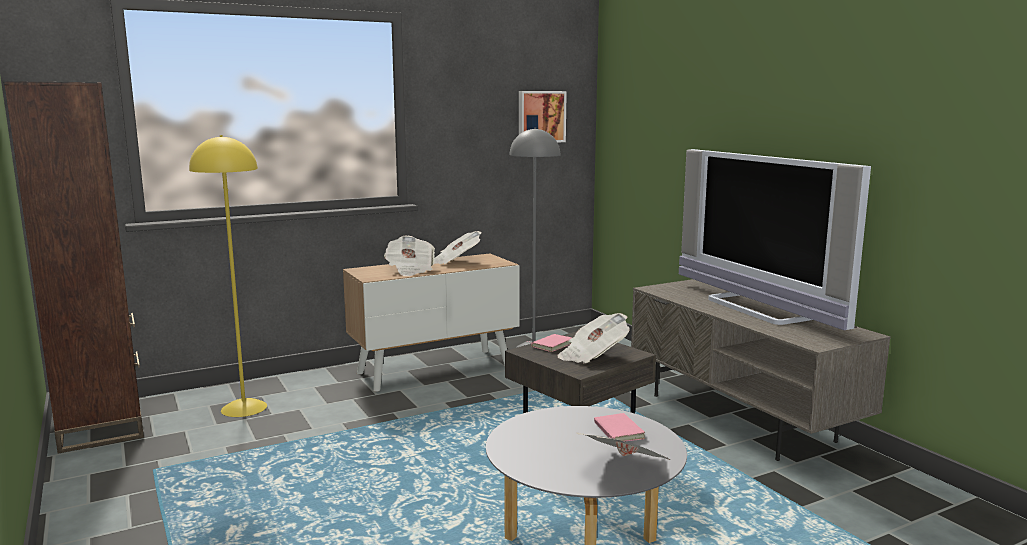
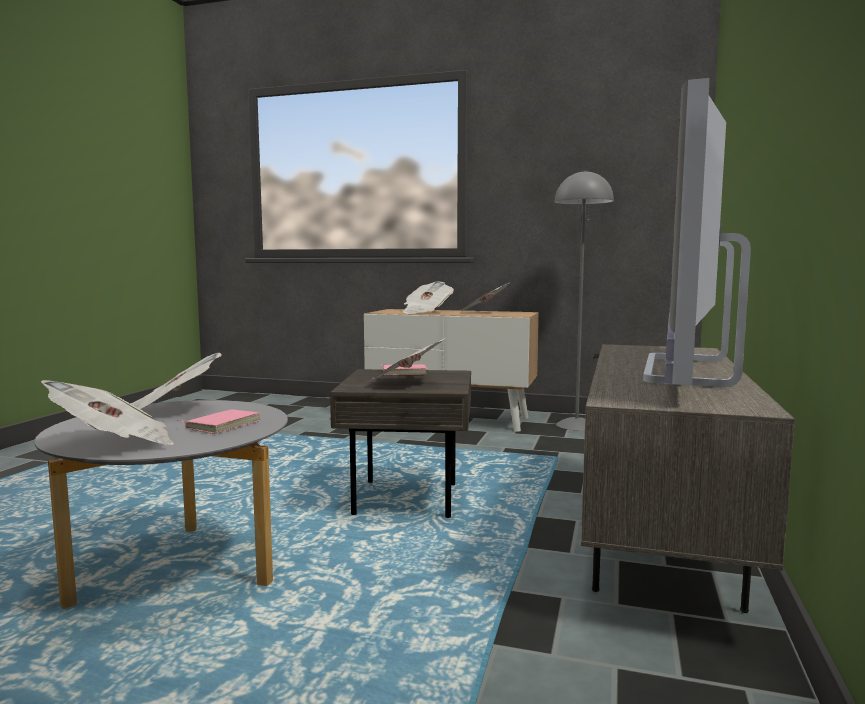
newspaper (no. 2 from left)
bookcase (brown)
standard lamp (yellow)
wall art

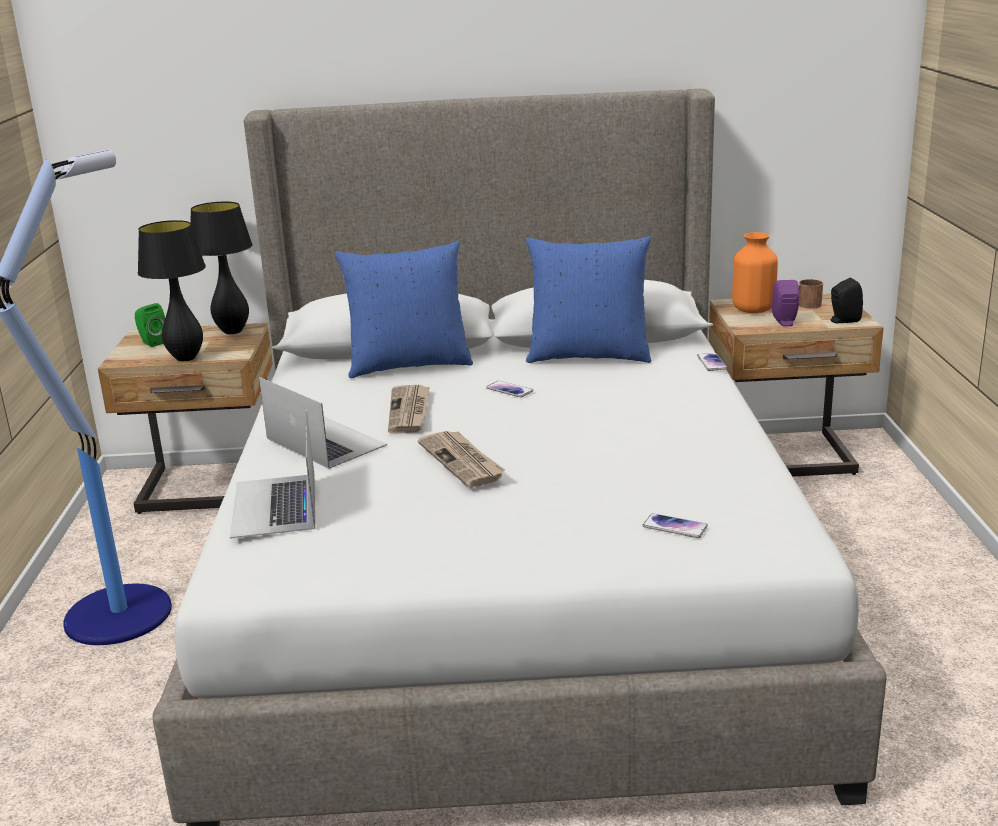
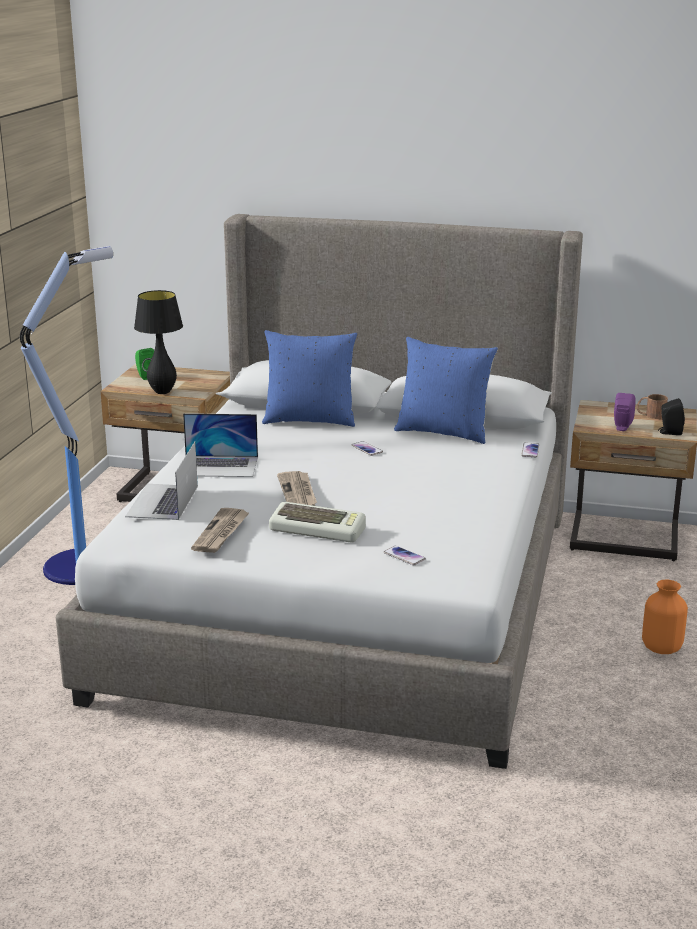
portable computer (no. 2 from left)
newspaper (no. 1 from left)
computer keyboard
decorative vase (orange-coloured)
lamp for a table (black) (no. 2 from left in the first image)

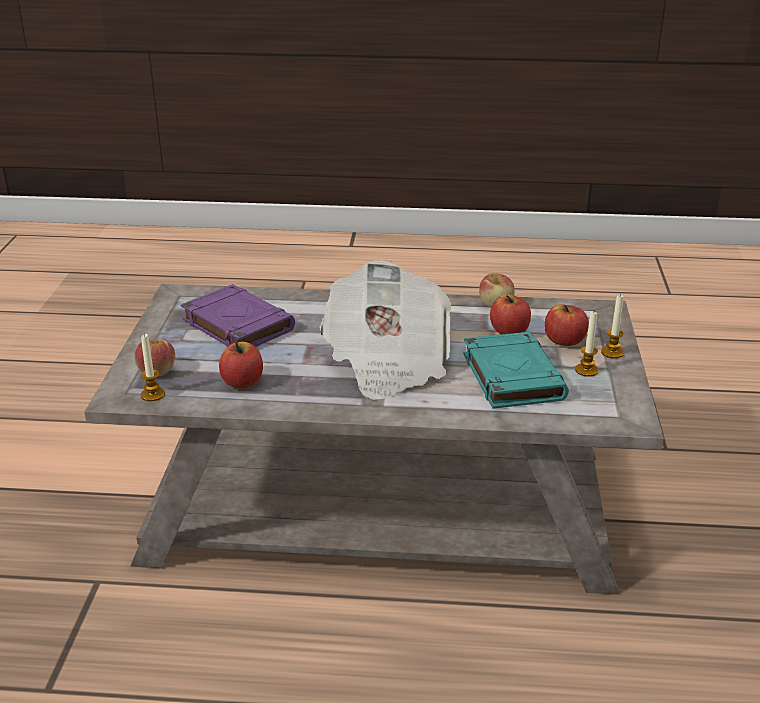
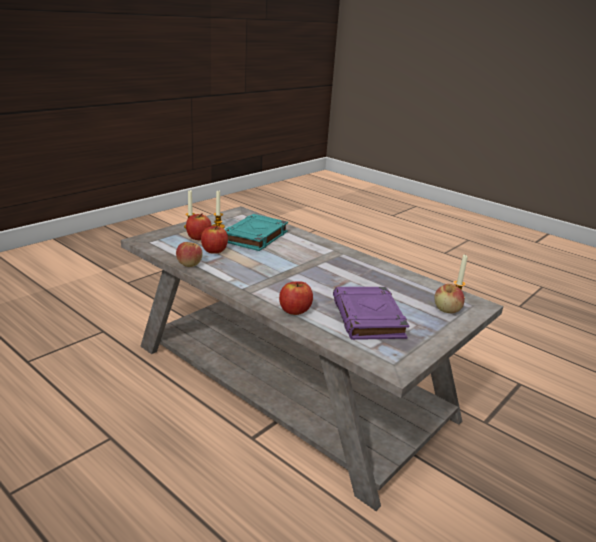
apple (no. 4 from left)
newspaper

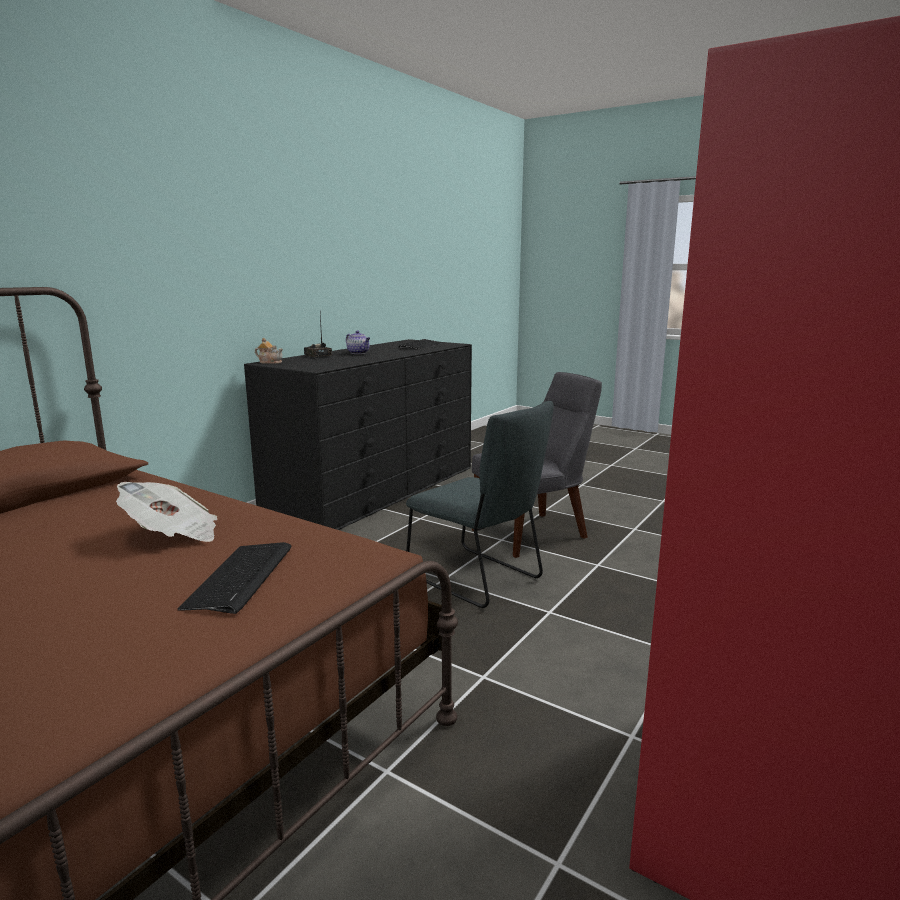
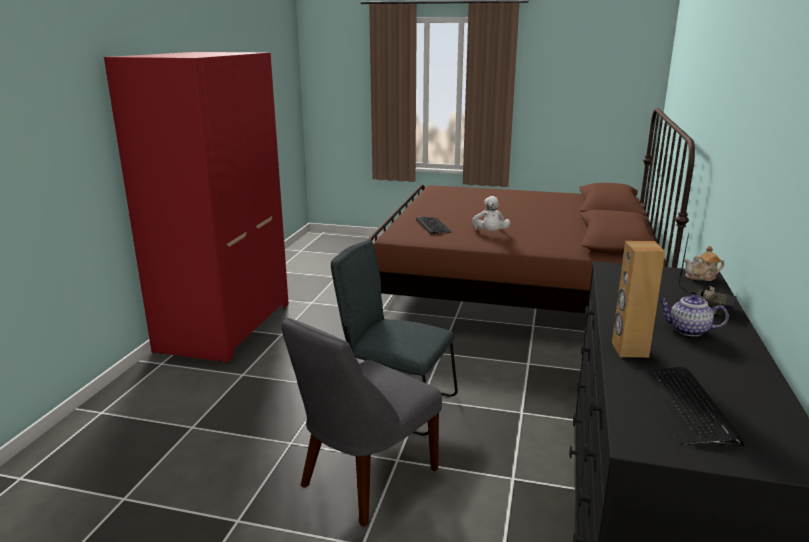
plush toy (white)
speaker (brown)

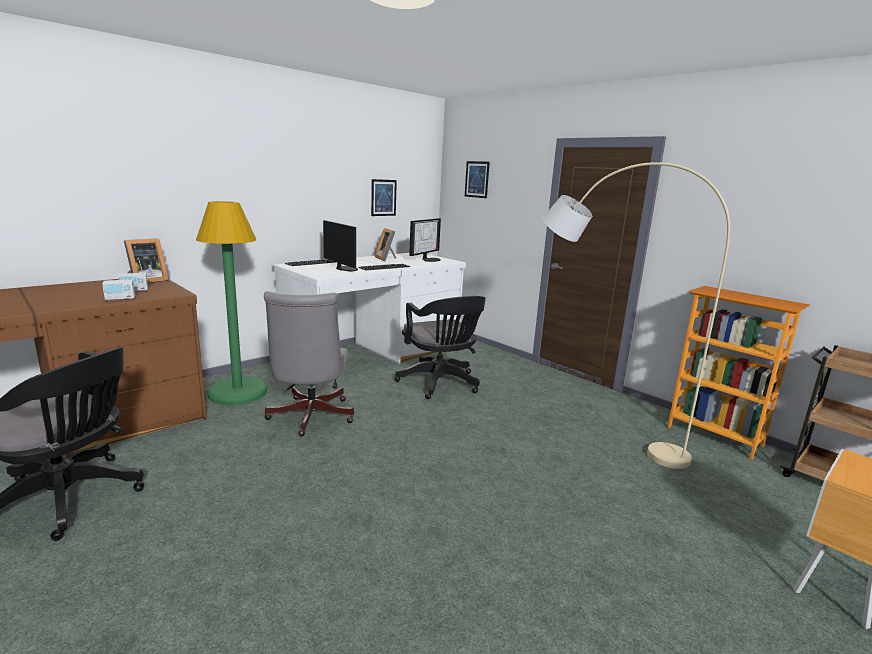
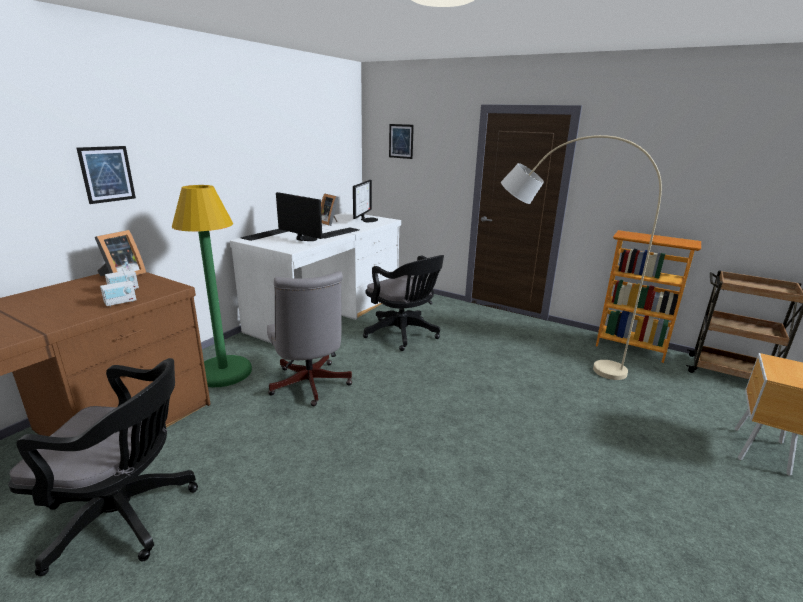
wall art (no. 1 from left)

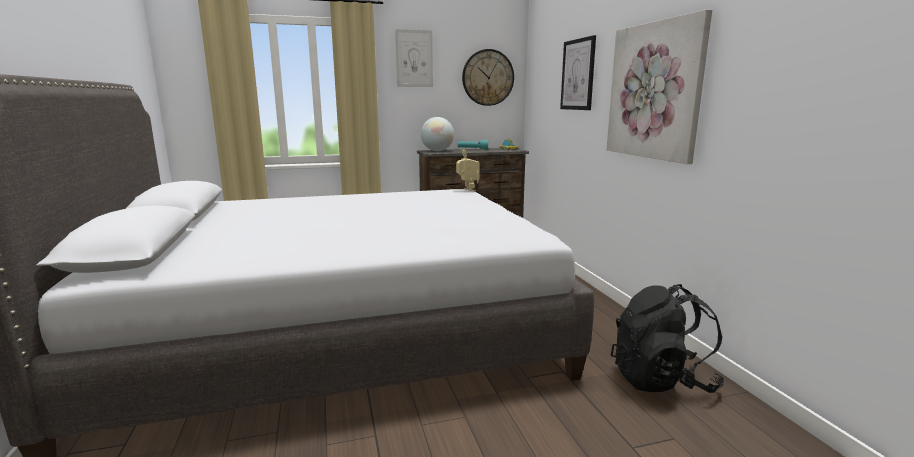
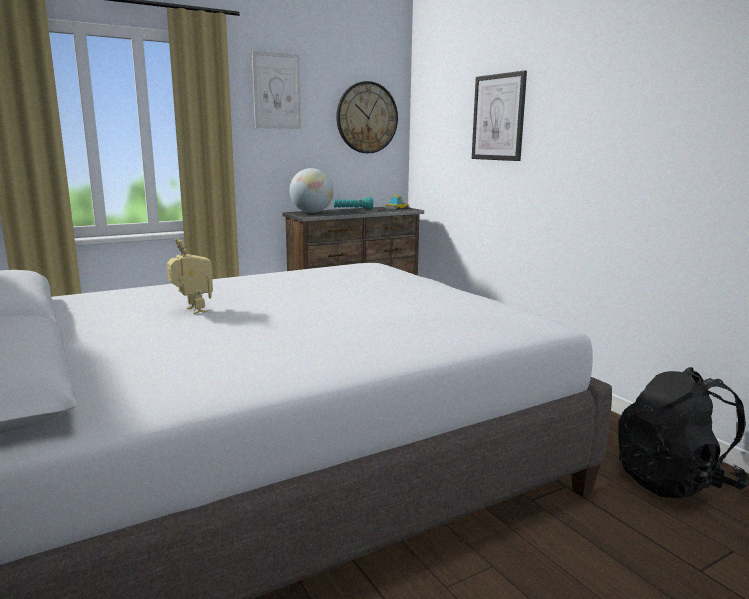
toy robot
wall art (no. 3 from left in the first image)

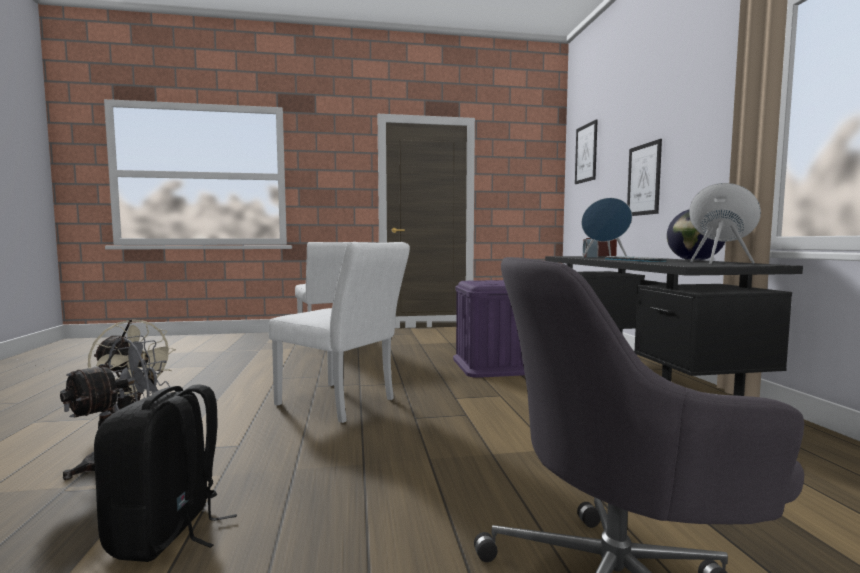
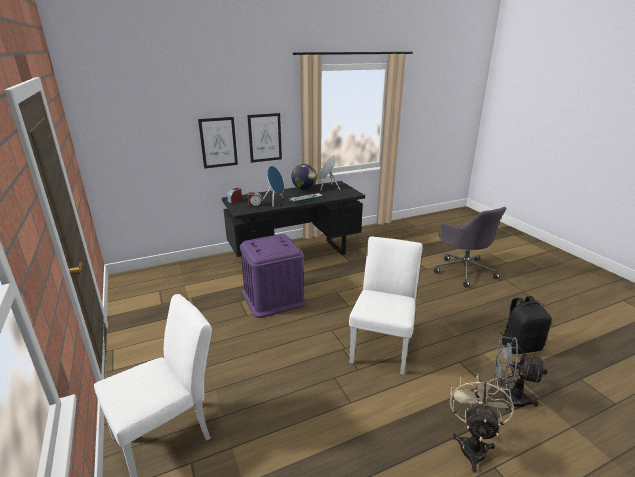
wall art (no. 2 from left)

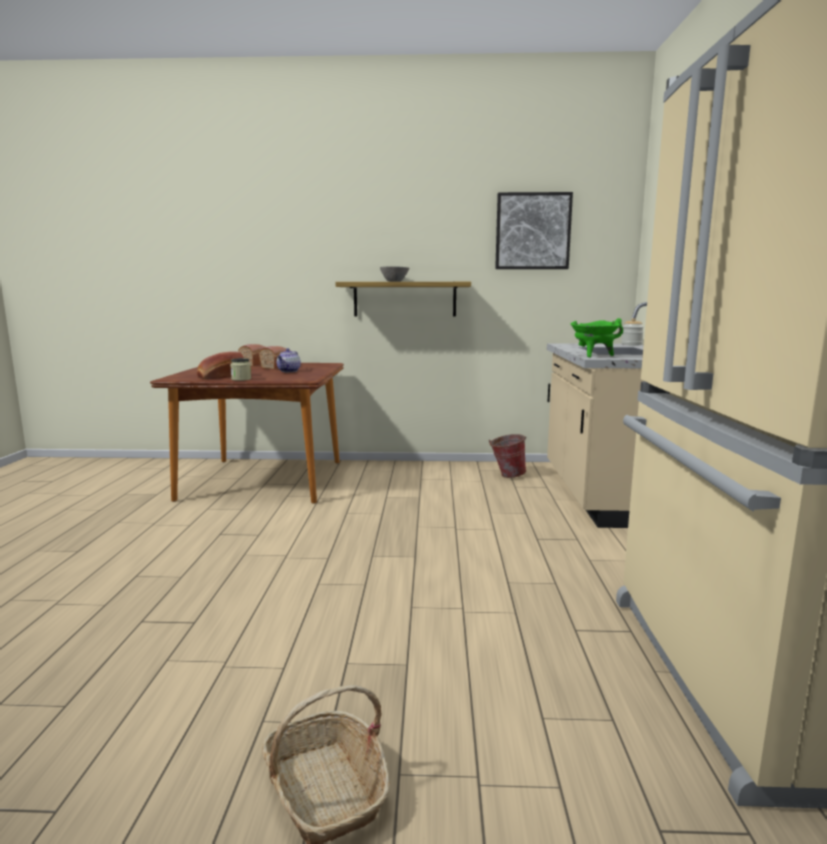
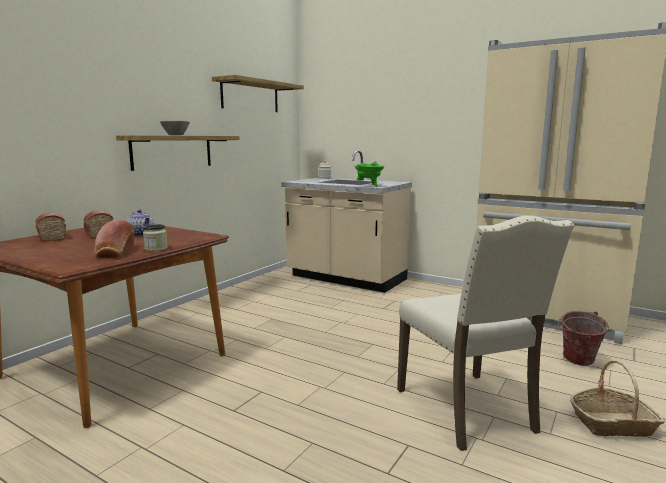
shelf (no. 2 from left)
chair (sand-coloured)
pail

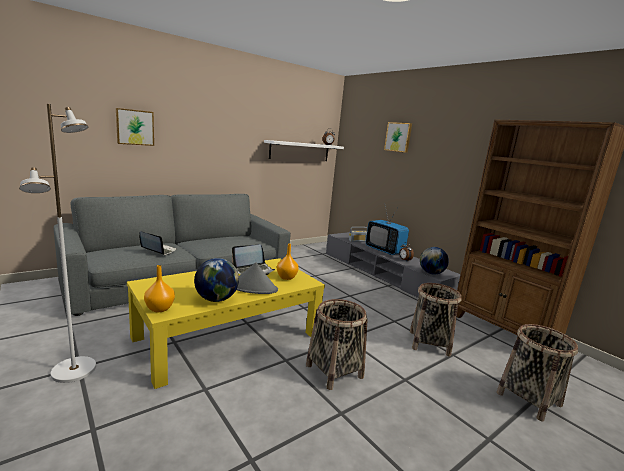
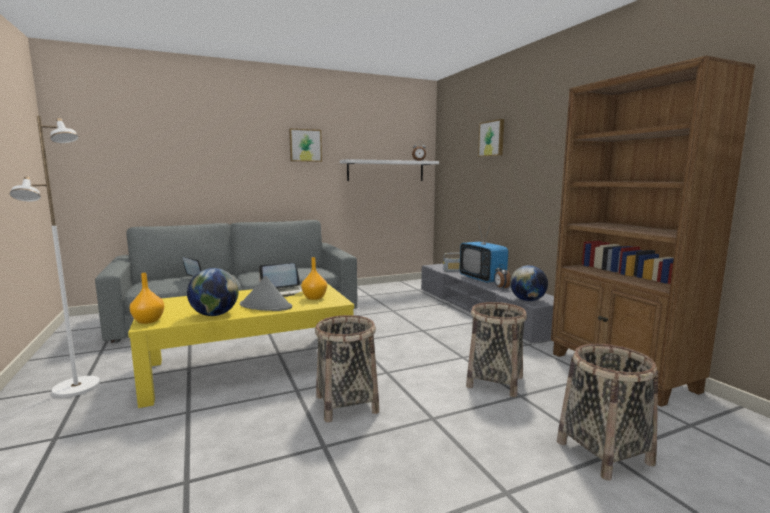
wall art (no. 1 from left)

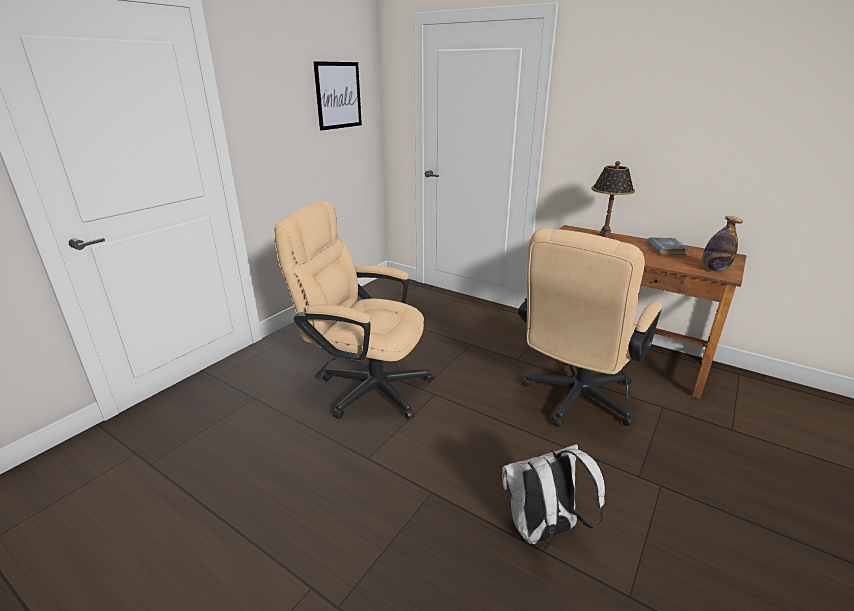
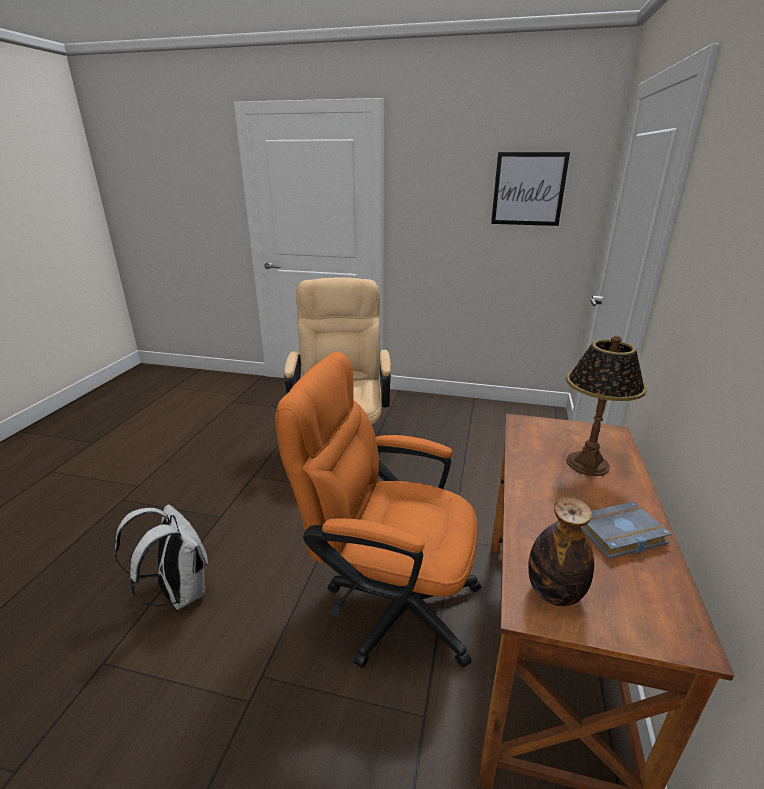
computer chair (orange-coloured)

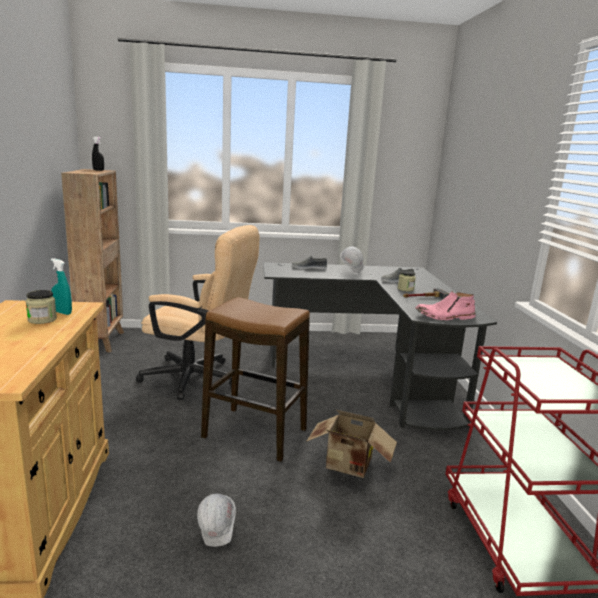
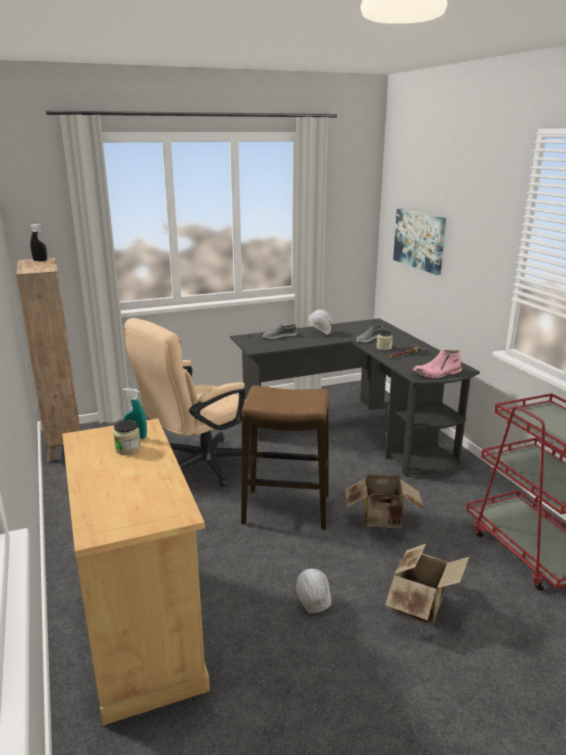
computer chair (sand-coloured)
cardboard box (no. 2 from left)
wall art

